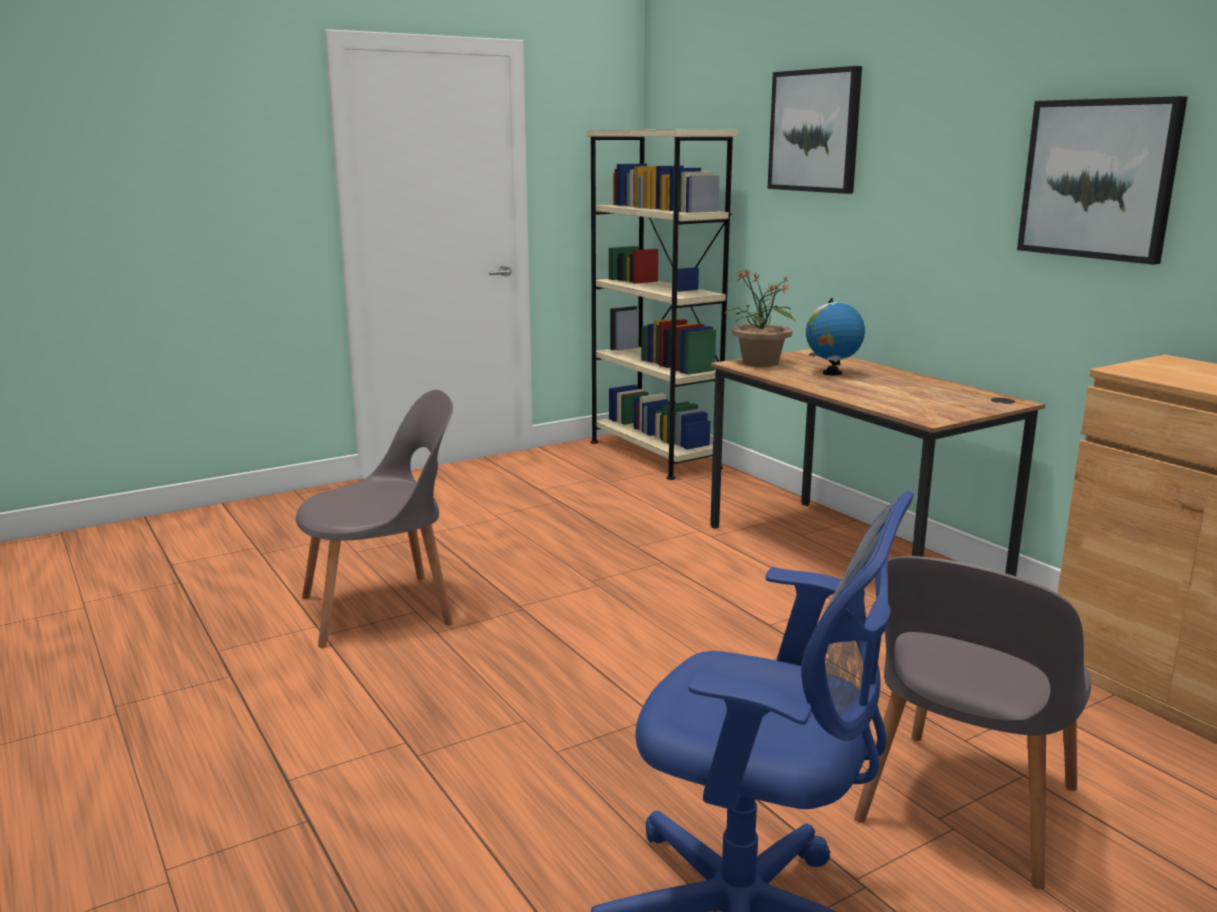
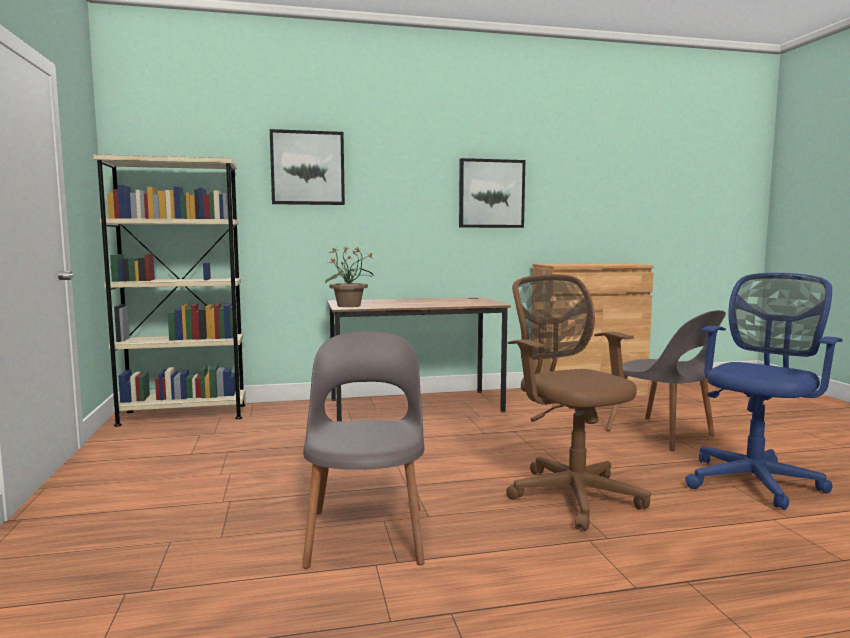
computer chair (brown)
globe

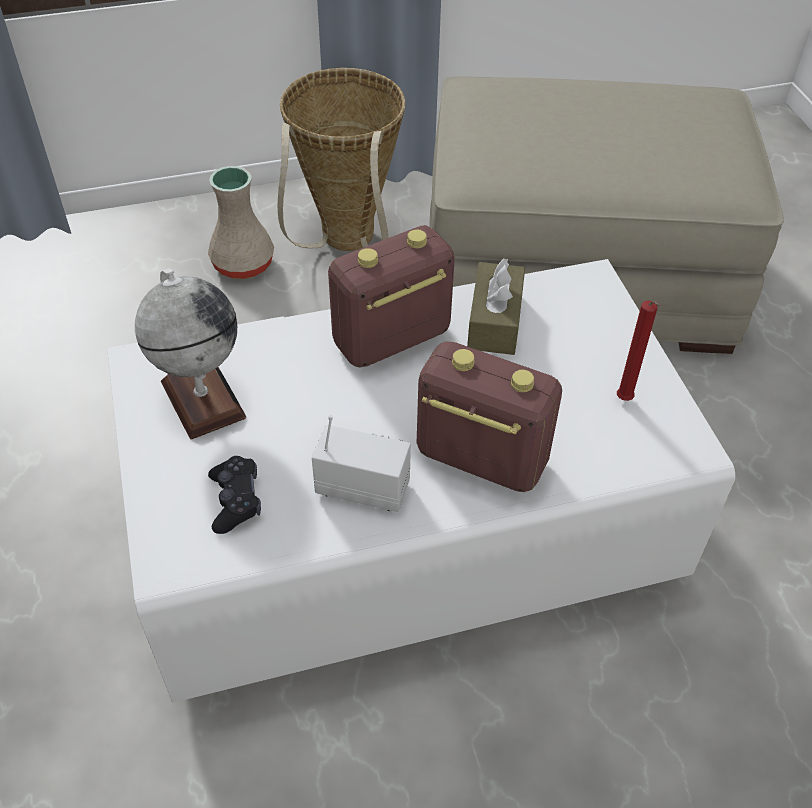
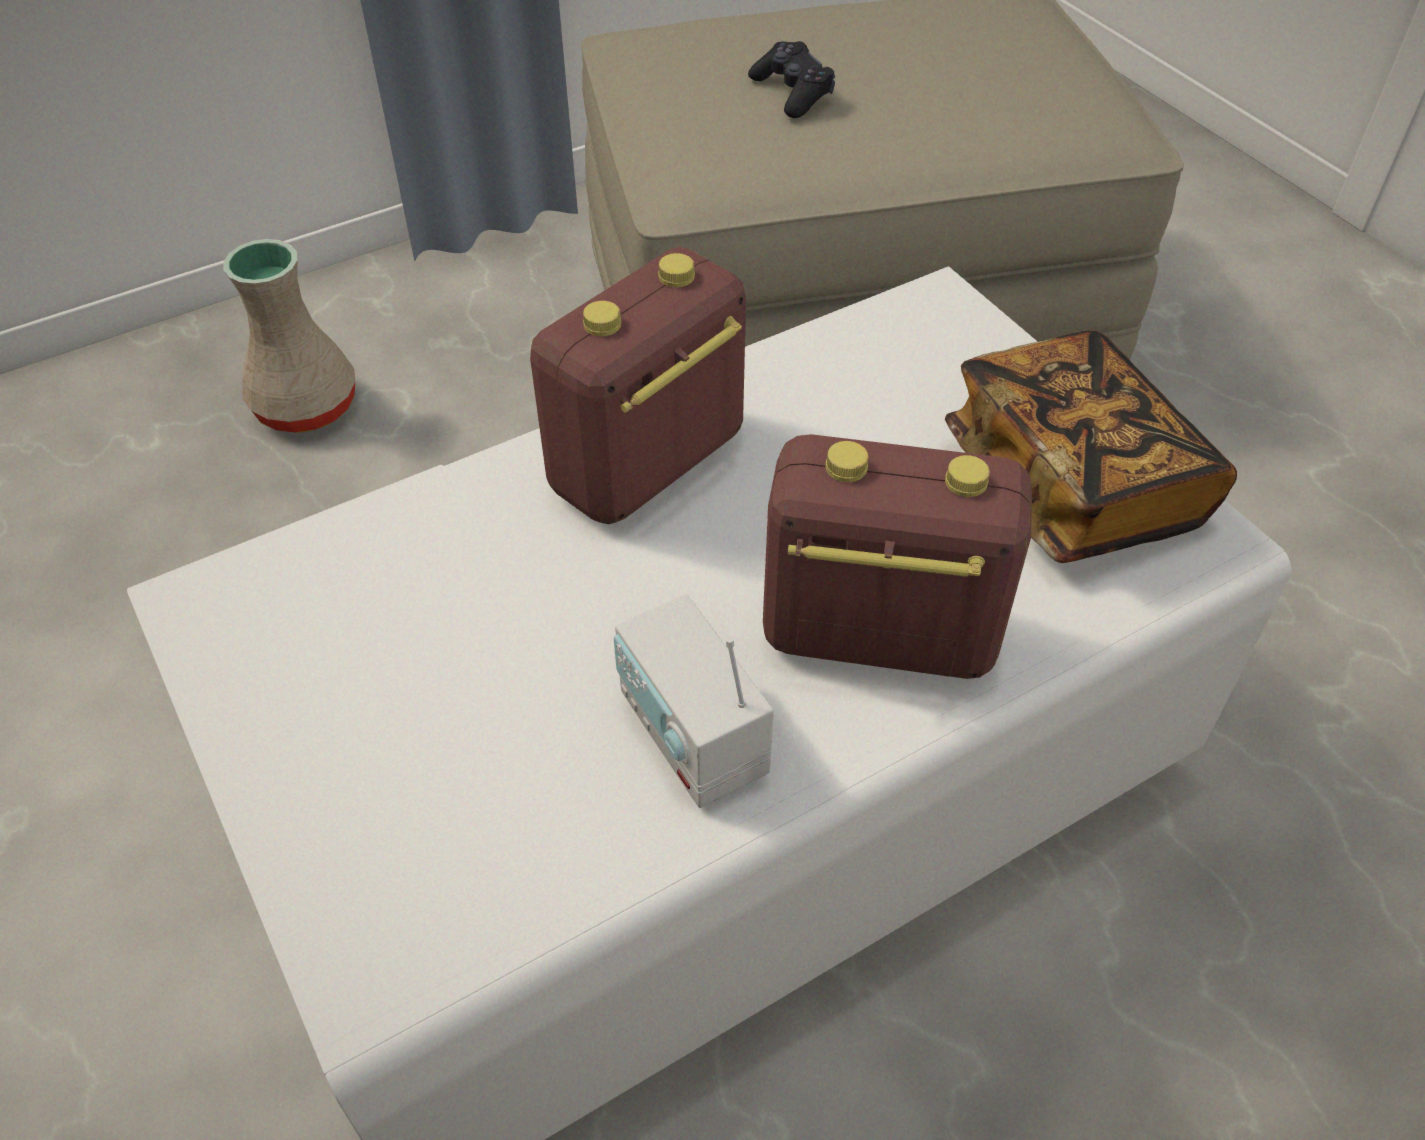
radio (no. 2 from left)
gamepad (black)
bound book
globe
basket
tissue box (brown)

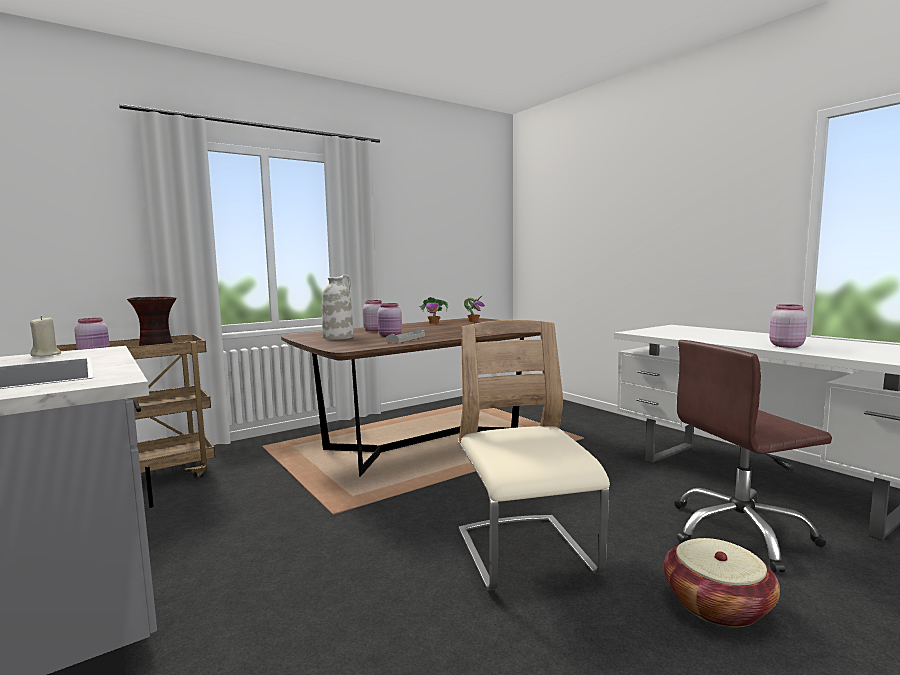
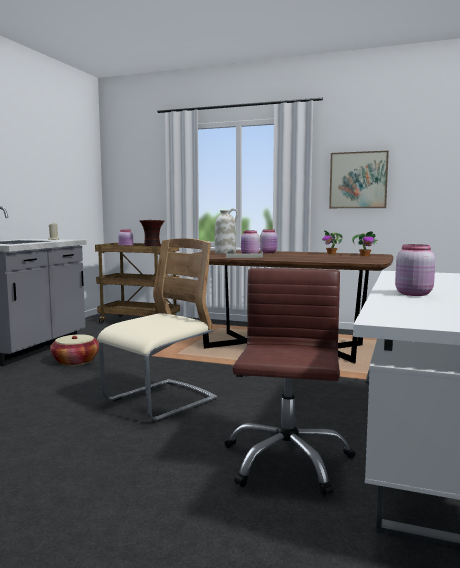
basket
computer chair (brown)
wall art

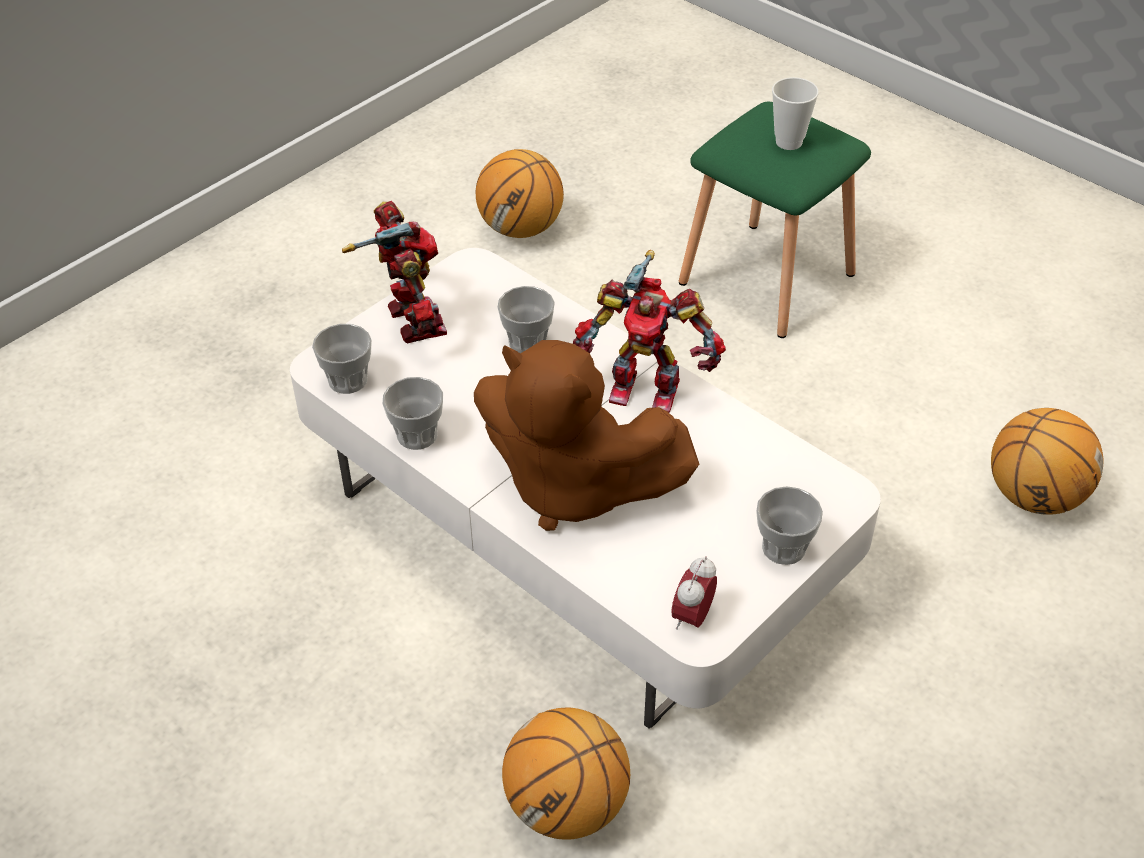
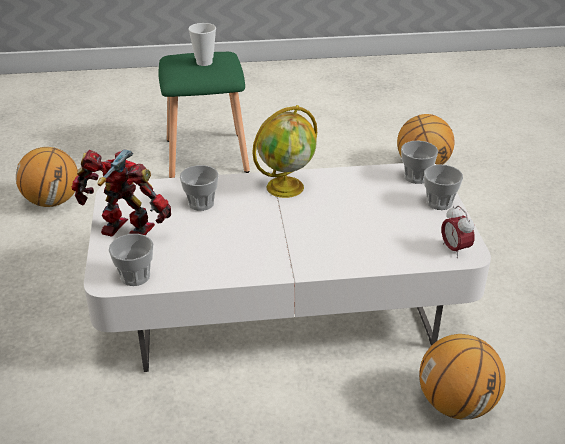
globe
cup (no. 4 from left)
plush toy (brown)

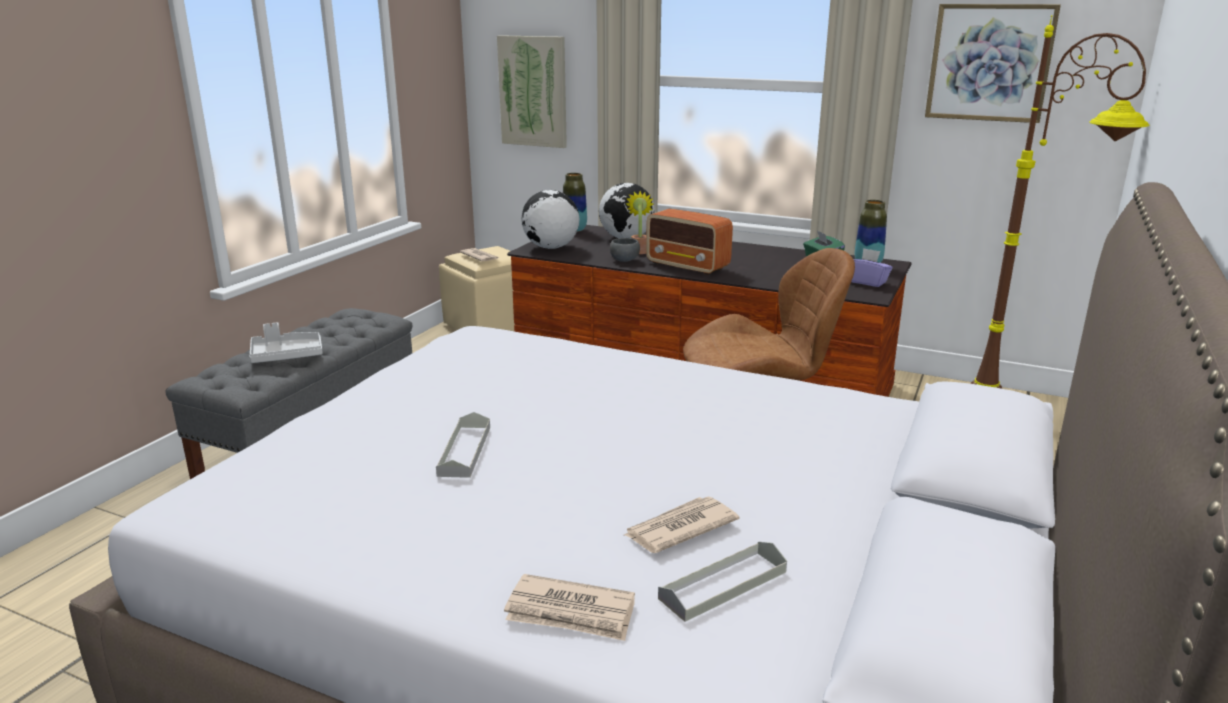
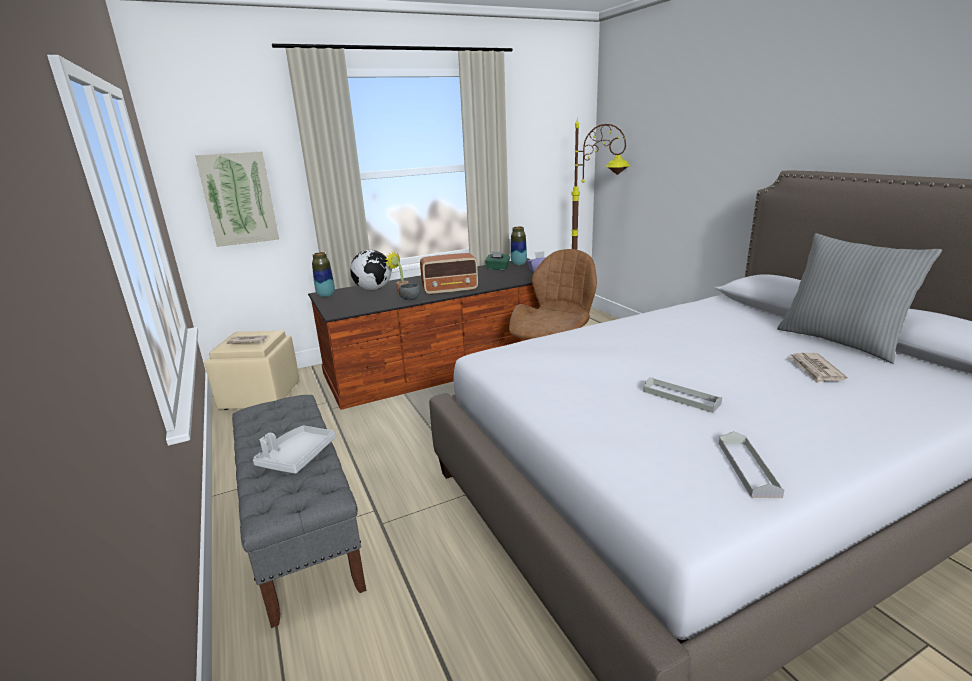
tray (greyish) (no. 3 from left)
pillow (greyish)
newspaper (no. 2 from left in the first image)
globe (no. 1 from left in the first image)
wall art (no. 2 from left in the first image)

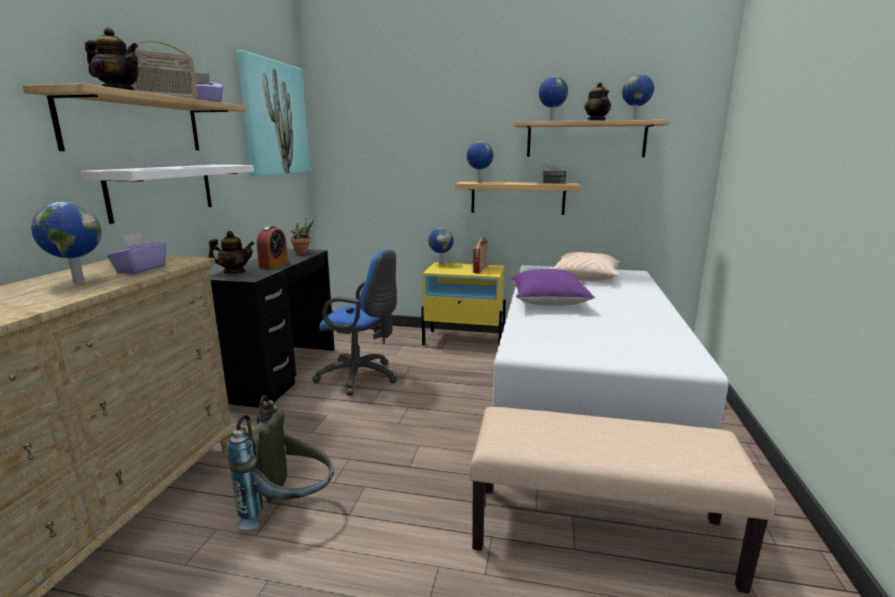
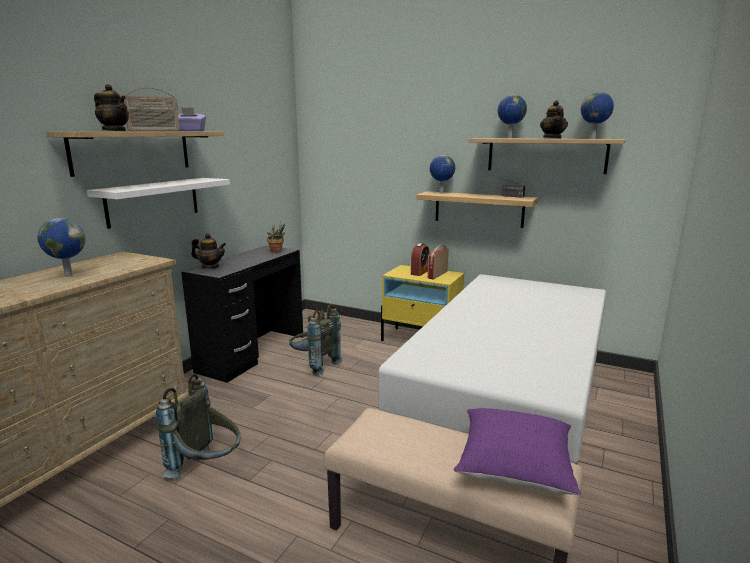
rucksack (greyish) (no. 2 from left)
table clock
pillow (purple)
tissue box (purple) (no. 1 from left in the first image)
wall art
globe (no. 2 from left in the first image)
pillow (sand-coloured)

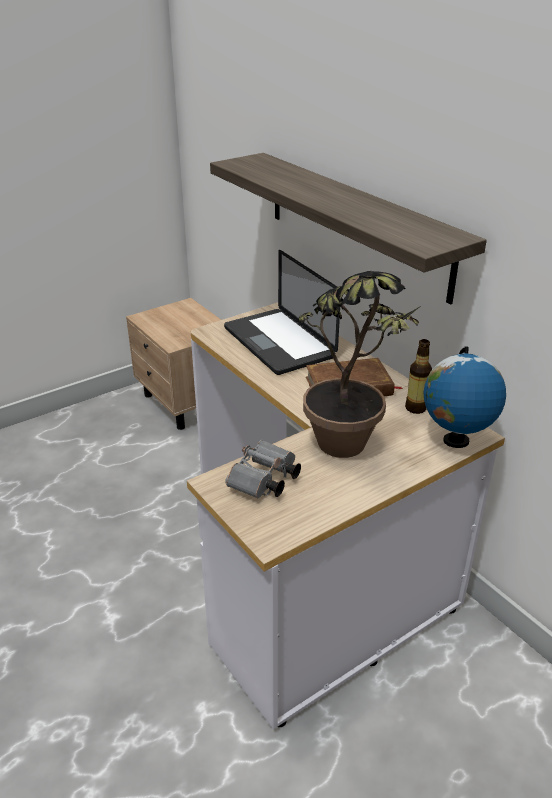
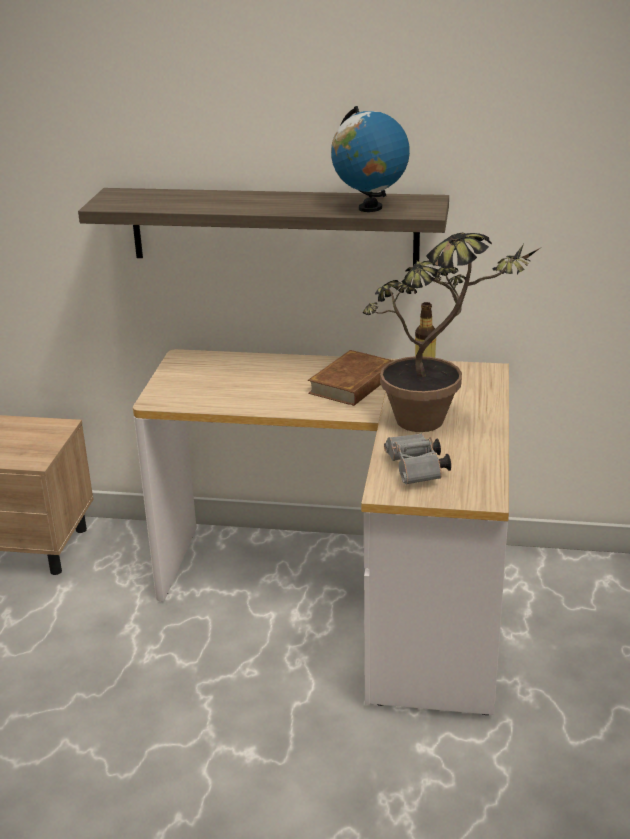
globe
portable computer

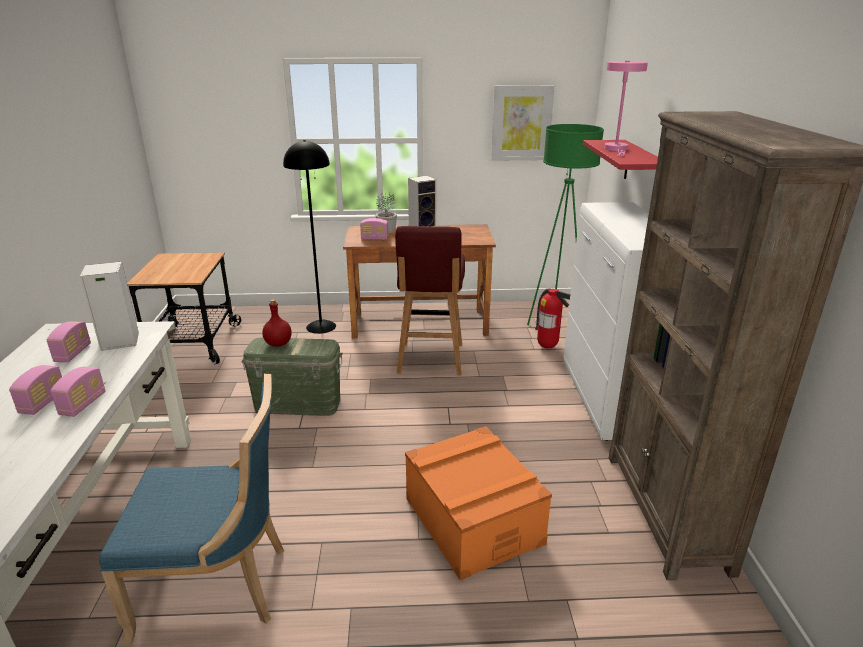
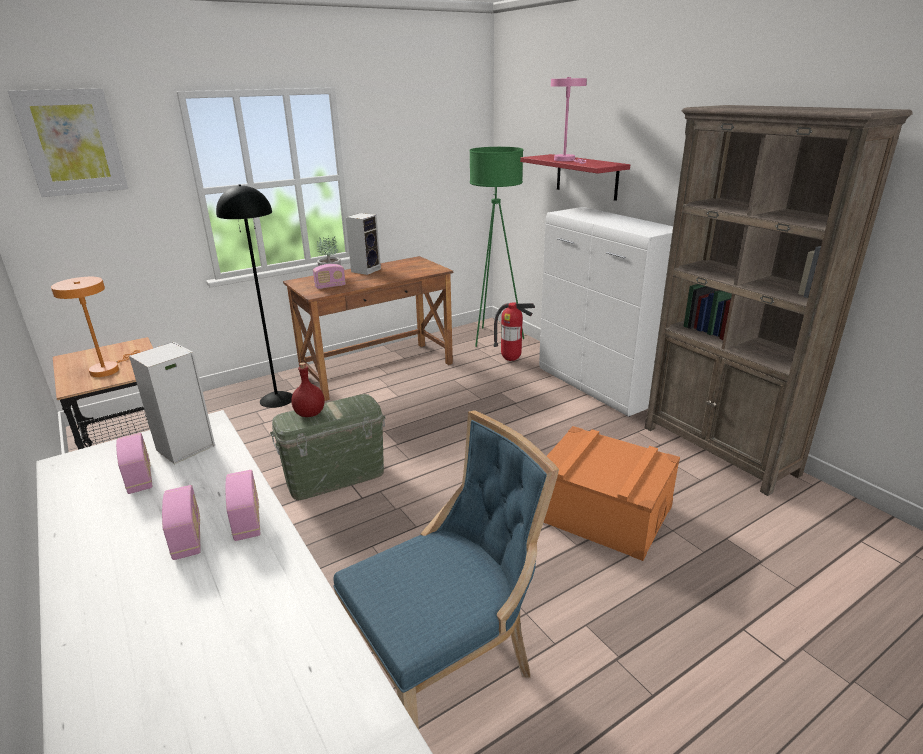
wall art
lamp for a table (orange-coloured)
sitting stool (red)

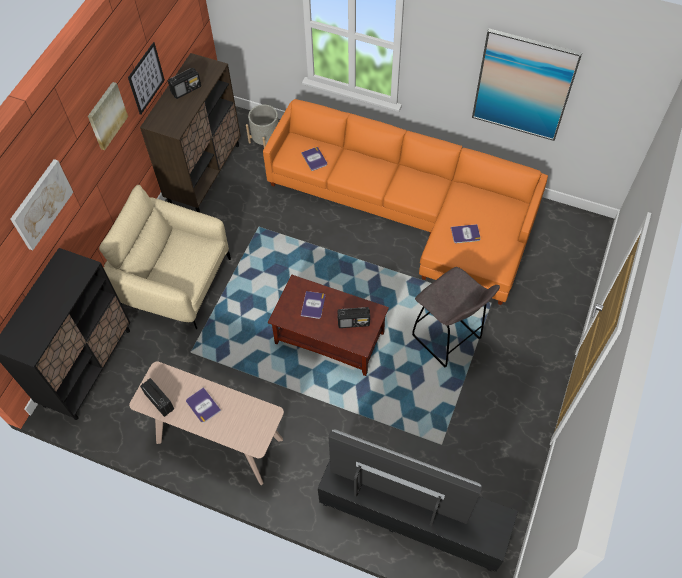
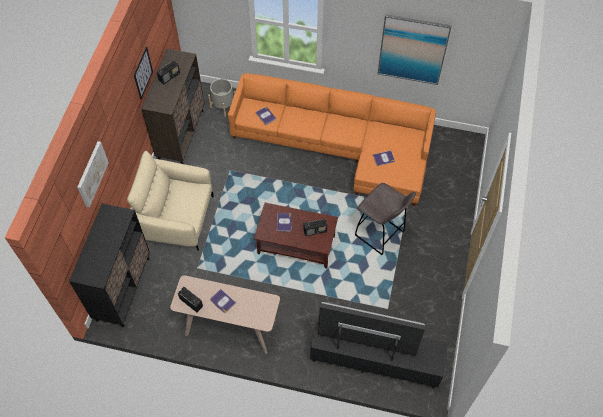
wall art (no. 2 from left in the first image)

